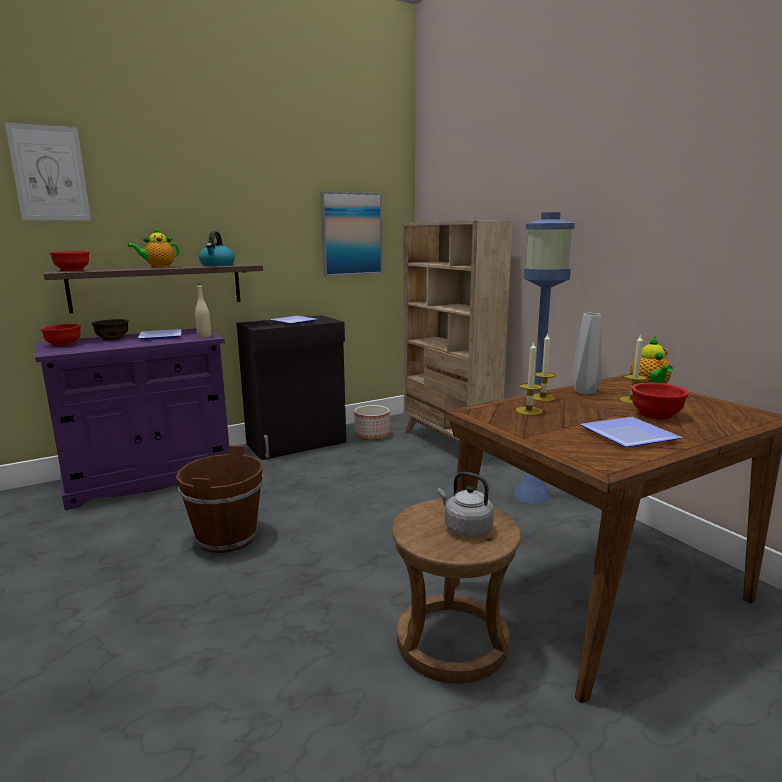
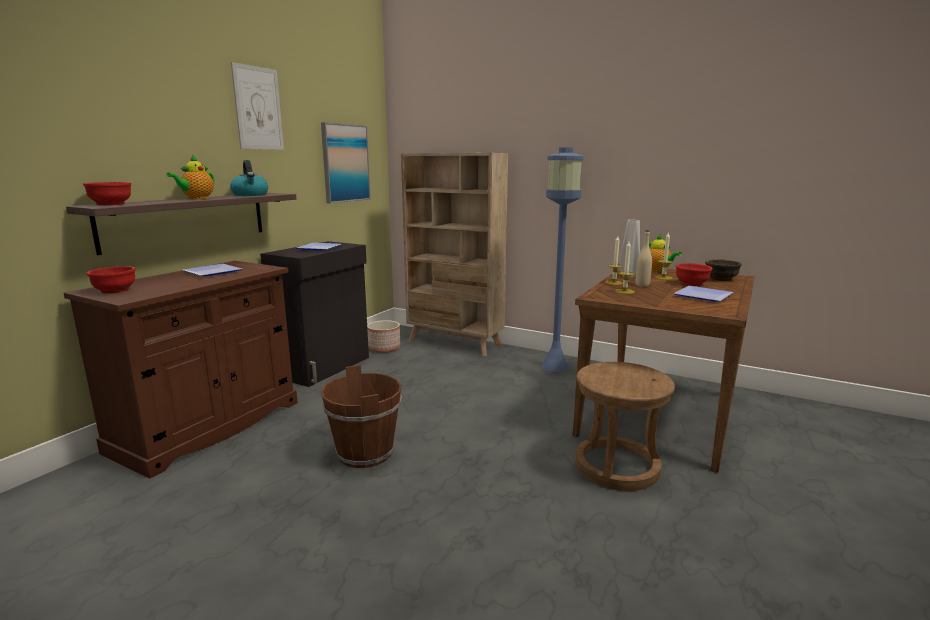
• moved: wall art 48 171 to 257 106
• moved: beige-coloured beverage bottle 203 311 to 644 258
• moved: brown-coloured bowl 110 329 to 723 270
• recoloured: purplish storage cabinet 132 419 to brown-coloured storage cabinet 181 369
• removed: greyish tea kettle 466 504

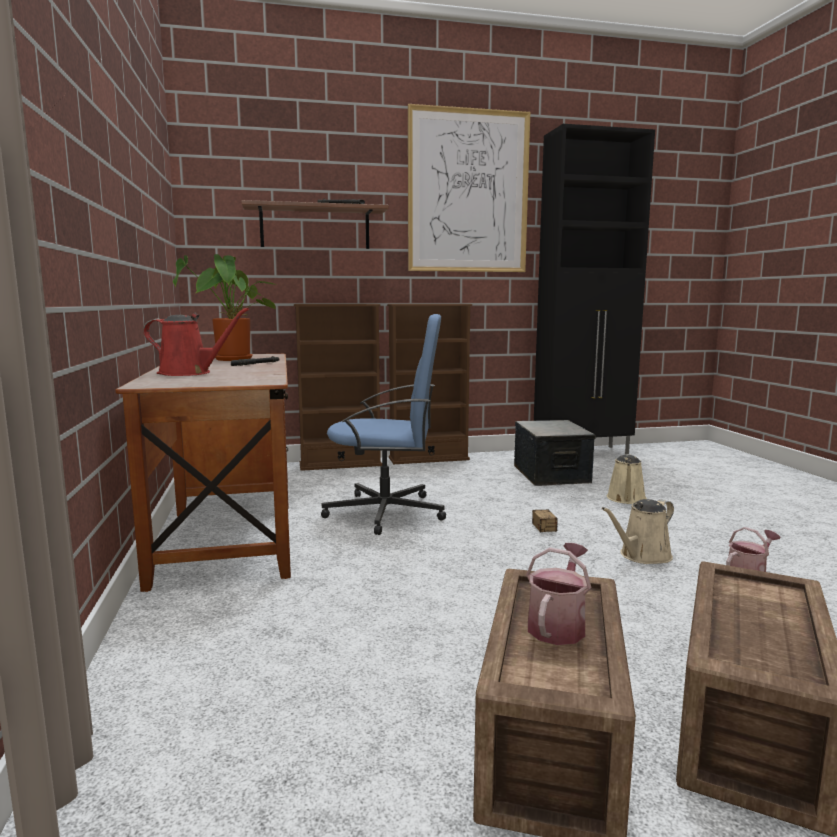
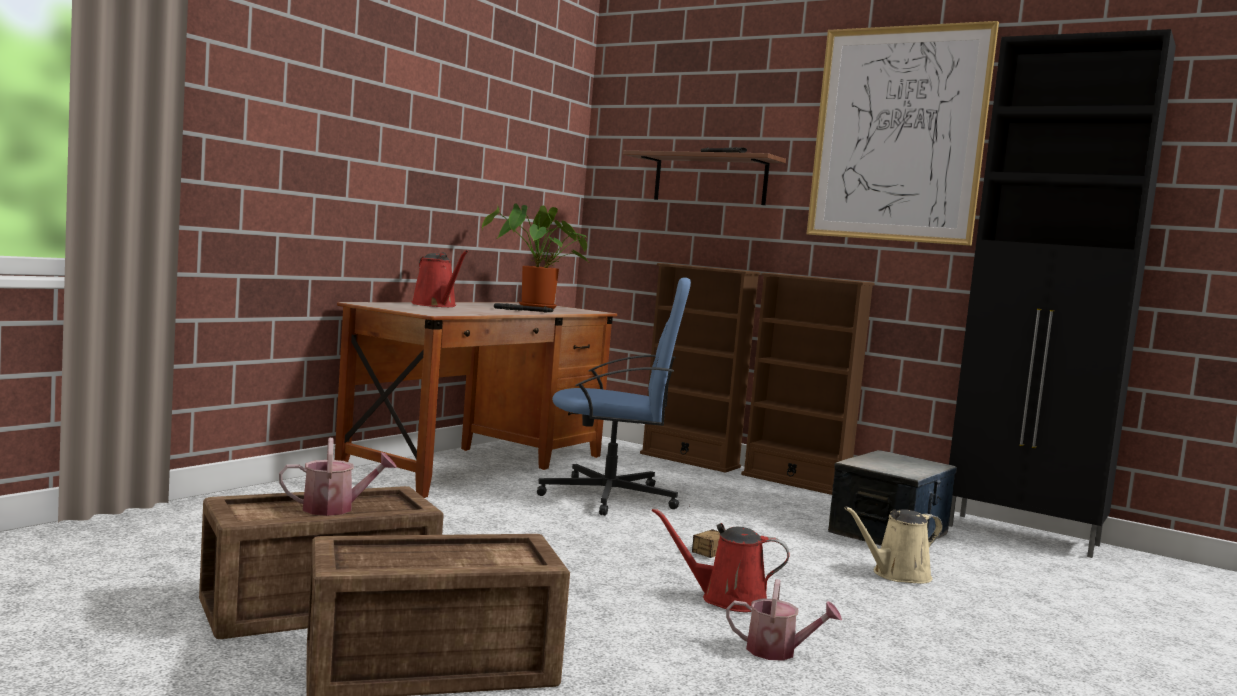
• turned: bluish office chair 383 424 = 614 396 45 degrees counterclockwise
• recoloured: beige-coloured sprinkling can 637 531 to reddish sprinkling can 721 560

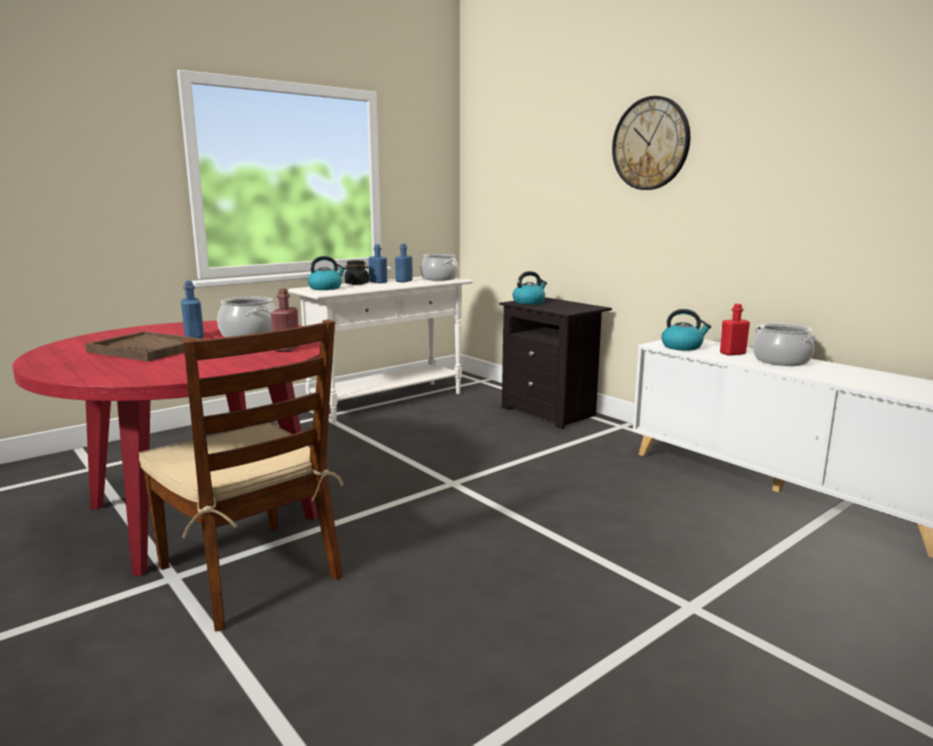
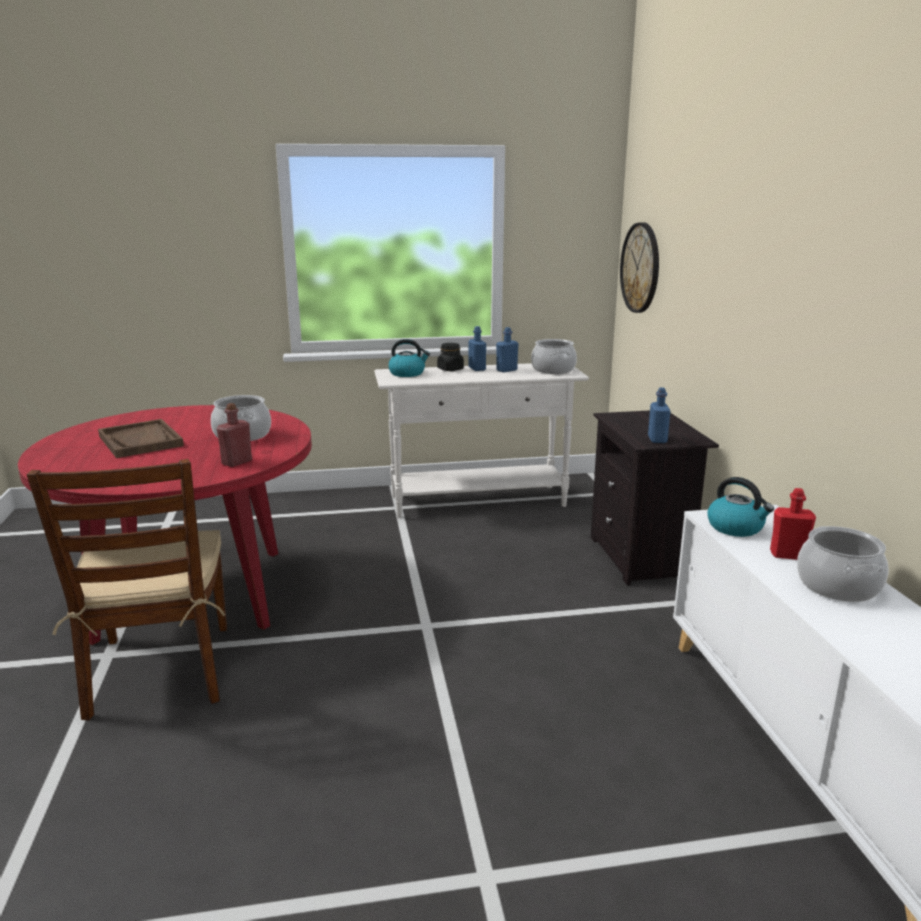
• moved: hanging clock 651 143 to 639 267
• removed: tea kettle 530 288
• moved: bluish beverage bottle 192 309 to 659 415

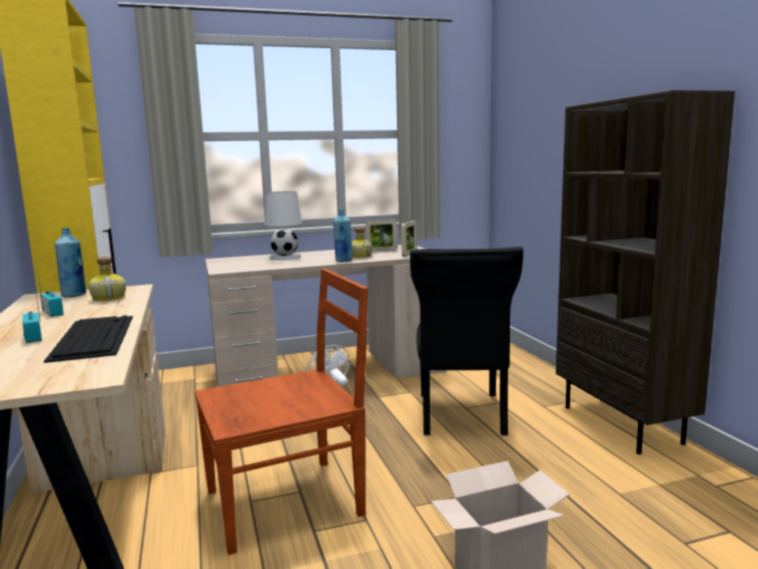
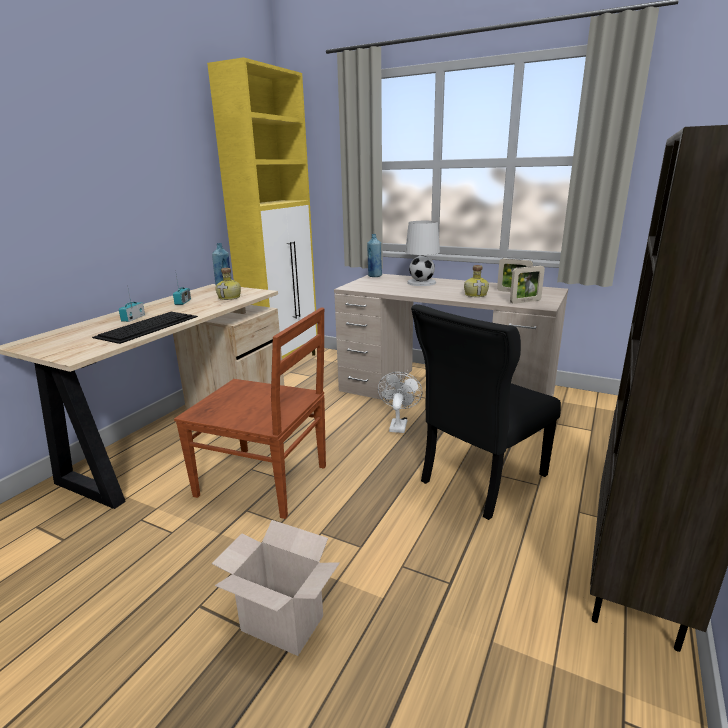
• moved: bluish beverage bottle 342 236 to 374 255

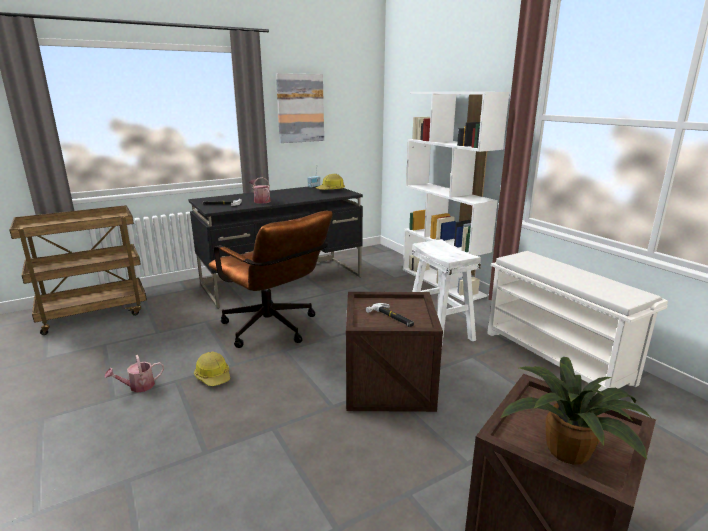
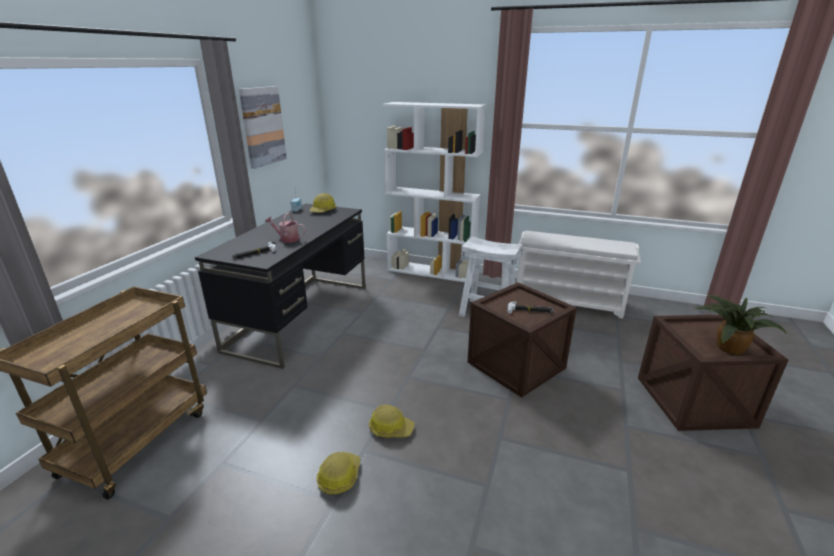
• removed: brown-coloured office chair 271 279
• replaced: sprinkling can 134 374 to hard hat 339 473

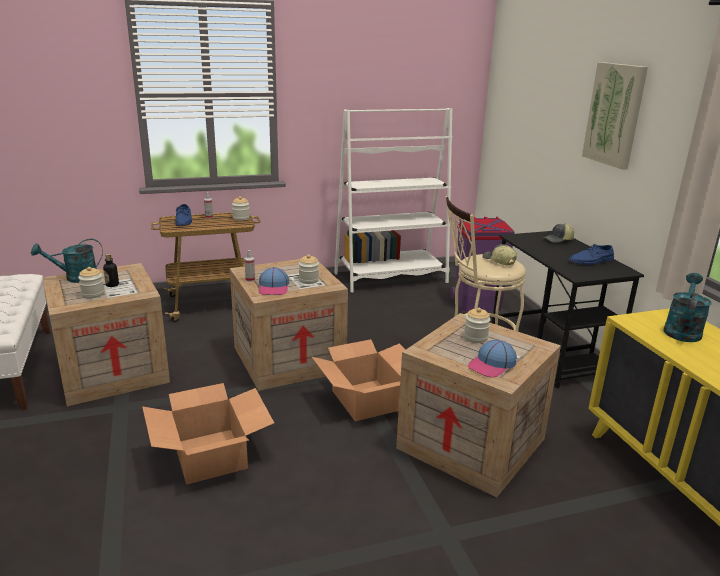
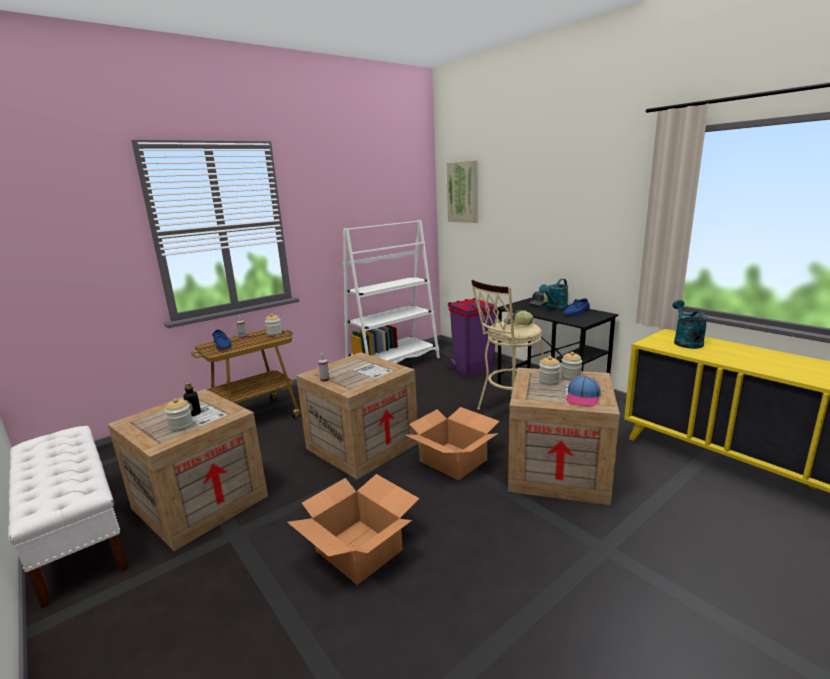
• moved: wall art 615 116 to 462 191
• moved: blue-green sprinkling can 67 261 to 553 294
• moved: jar 308 269 to 571 366
• removed: baseball cap 274 281

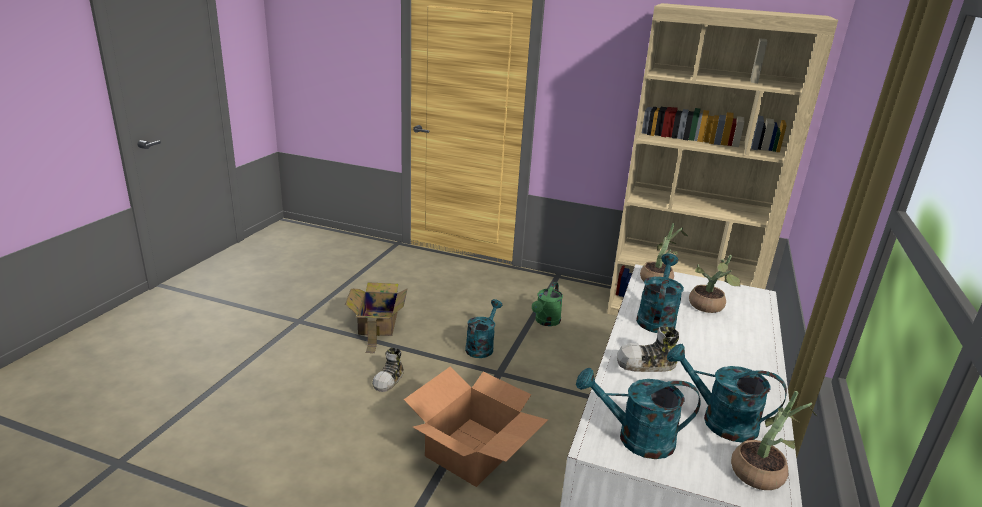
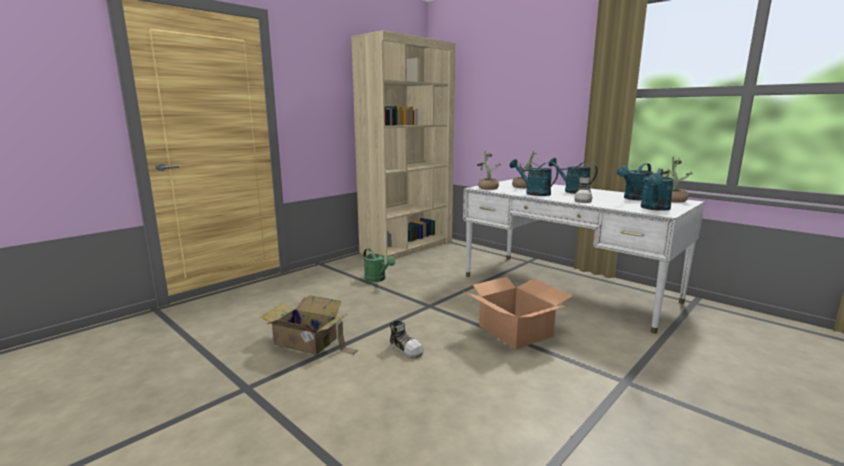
• moved: blue-green sprinkling can 483 328 to 573 176

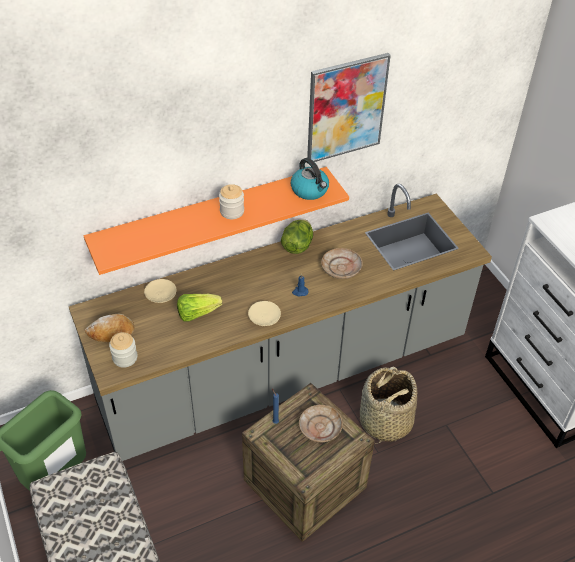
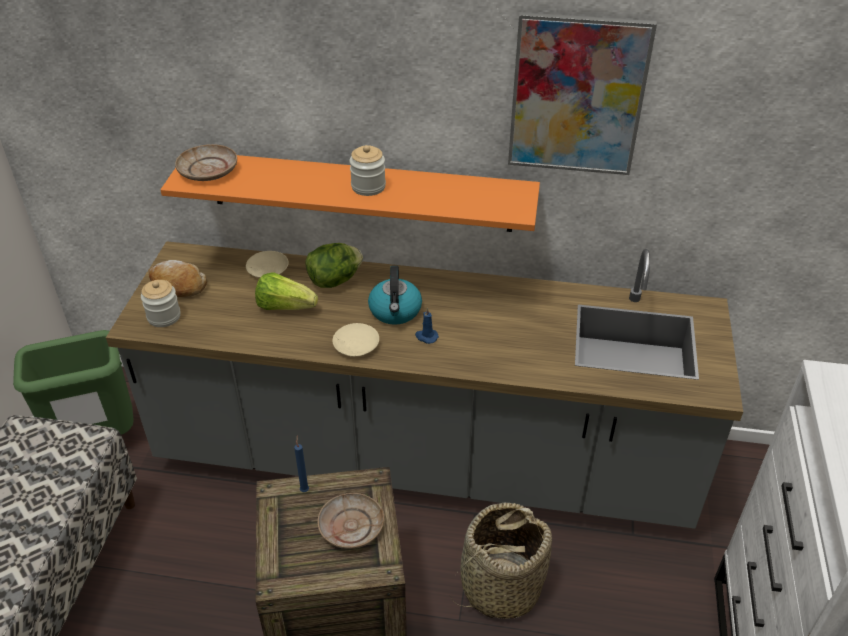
• moved: tea kettle 310 179 to 395 295
• moved: head of lettuce 297 236 to 334 265
• moved: beige-coloured dinner plate 342 263 to 206 162

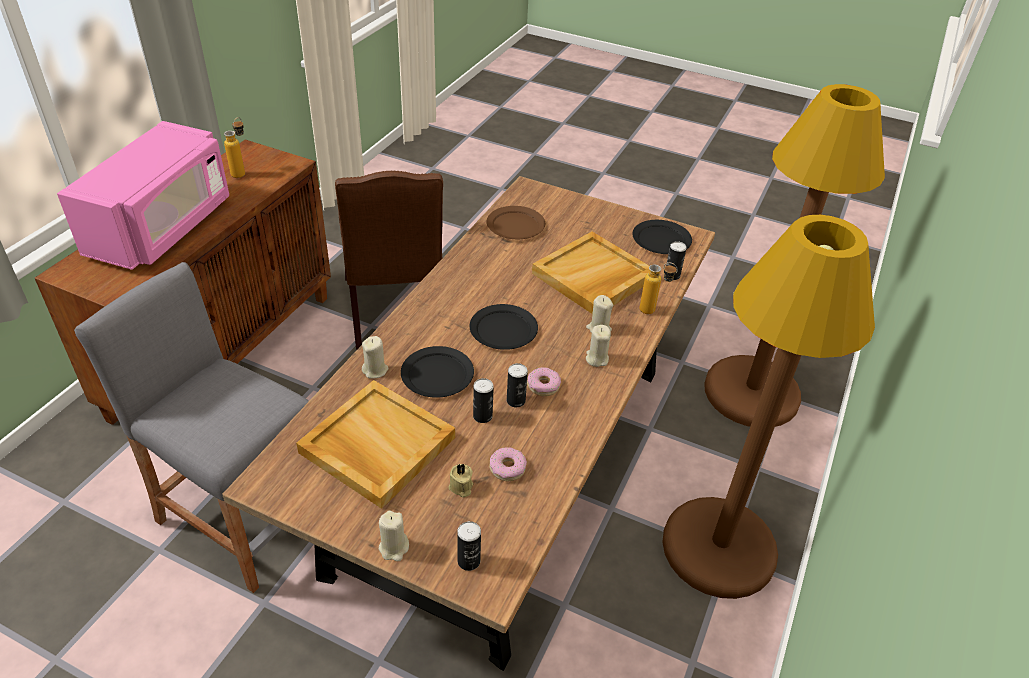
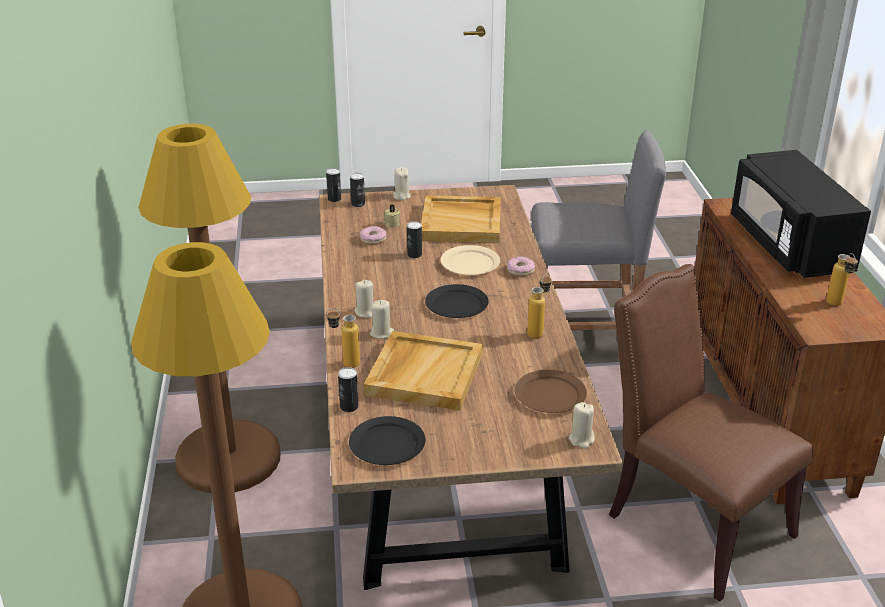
• recoloured: pink-coloured microwave oven 143 195 to black-coloured microwave oven 801 214
• moved: beige-coloured wax light 375 357 to 582 425
• recoloured: black-coloured dinner plate 437 372 to beige-coloured dinner plate 470 260
• moved: sealed can 517 385 to 333 185
• moved: doughnut 544 381 to 521 266
• added: beverage bottle 539 306

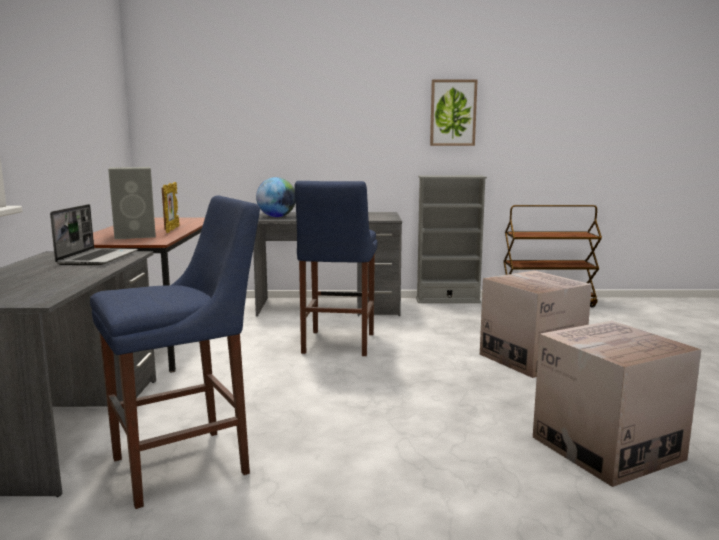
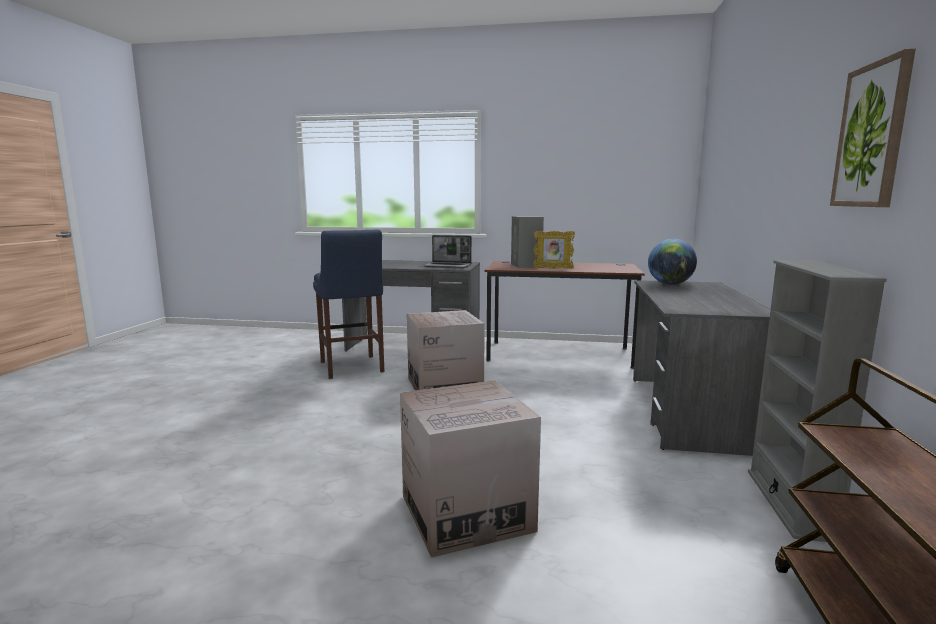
• removed: bluish sitting stool 336 268
• moved: carton 617 403 to 446 350

